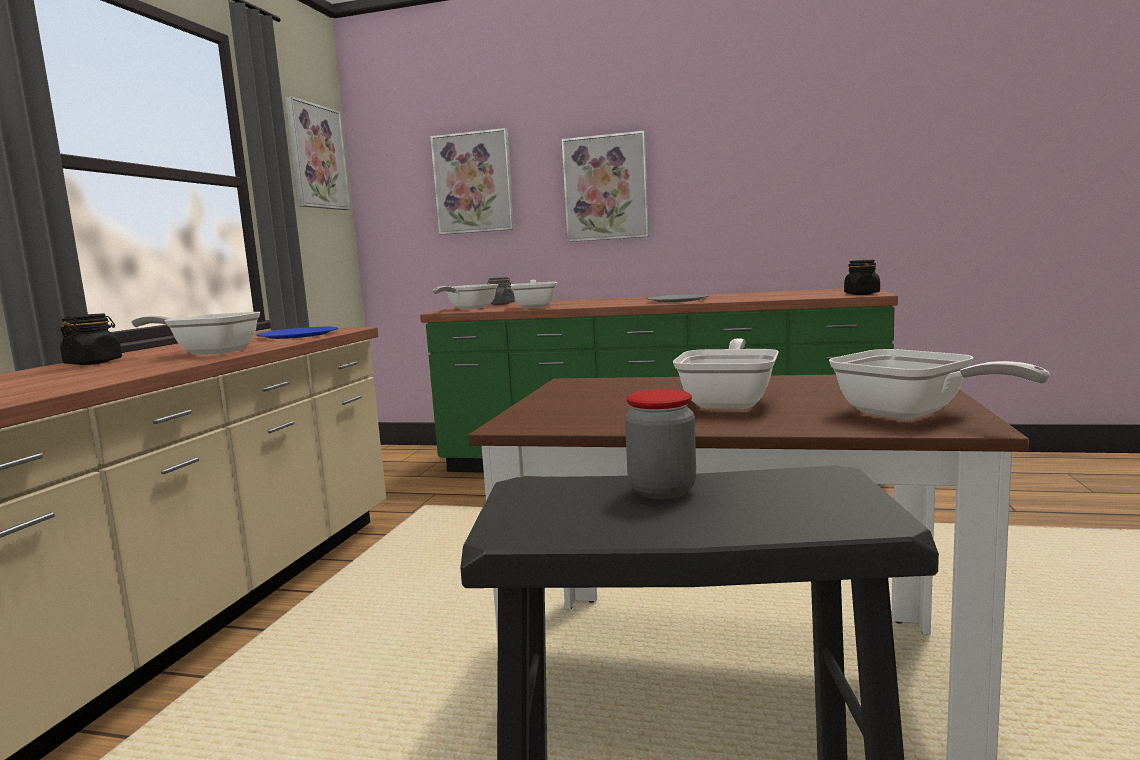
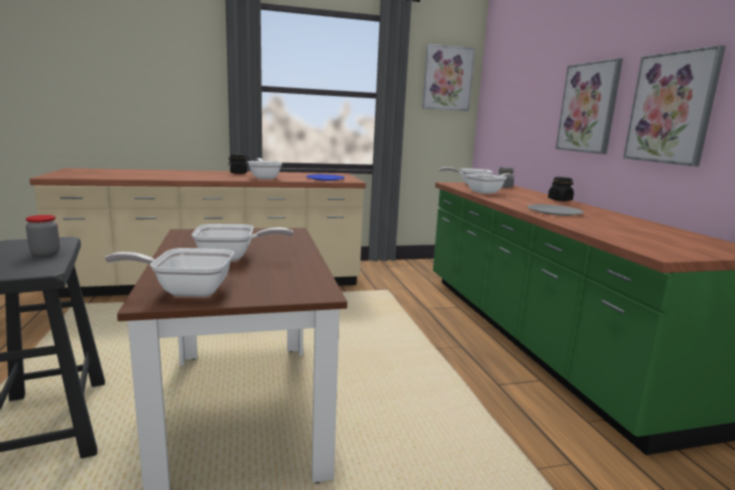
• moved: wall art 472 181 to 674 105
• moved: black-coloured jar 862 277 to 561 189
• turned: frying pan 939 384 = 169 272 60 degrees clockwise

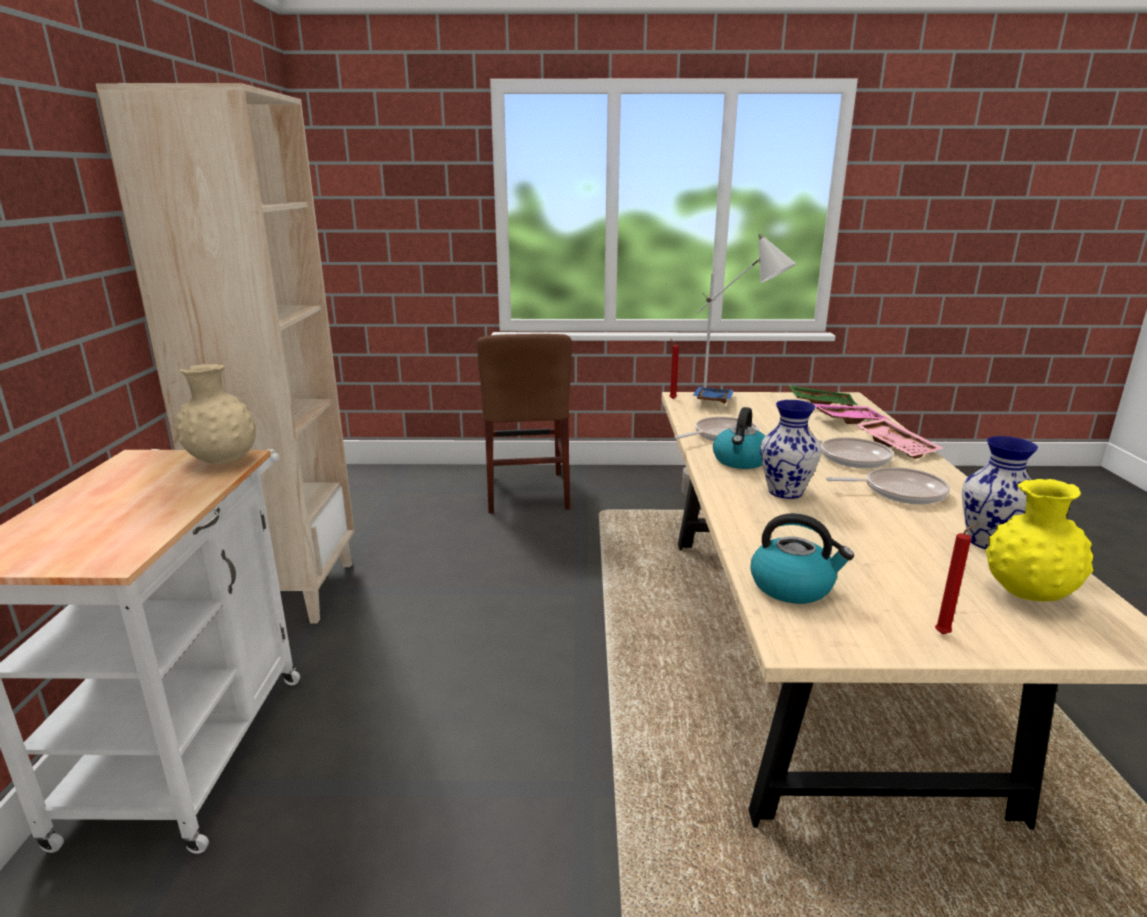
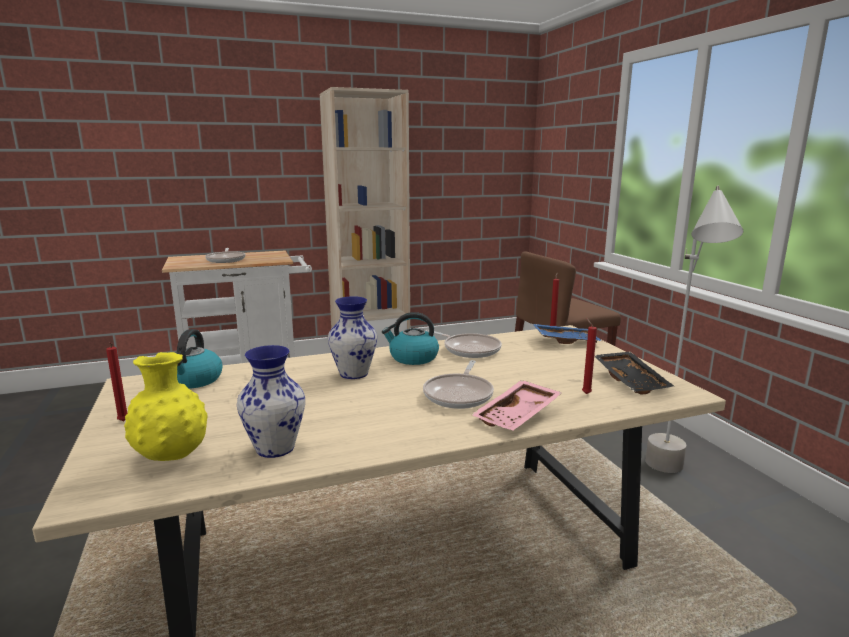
• removed: beige-coloured decorative vase 215 414
• recoloured: green serving tray 823 395 to black-coloured serving tray 634 373
• replaced: pink-coloured serving tray 850 413 to reddish wax light 589 356
• moved: frying pan 888 486 to 225 255

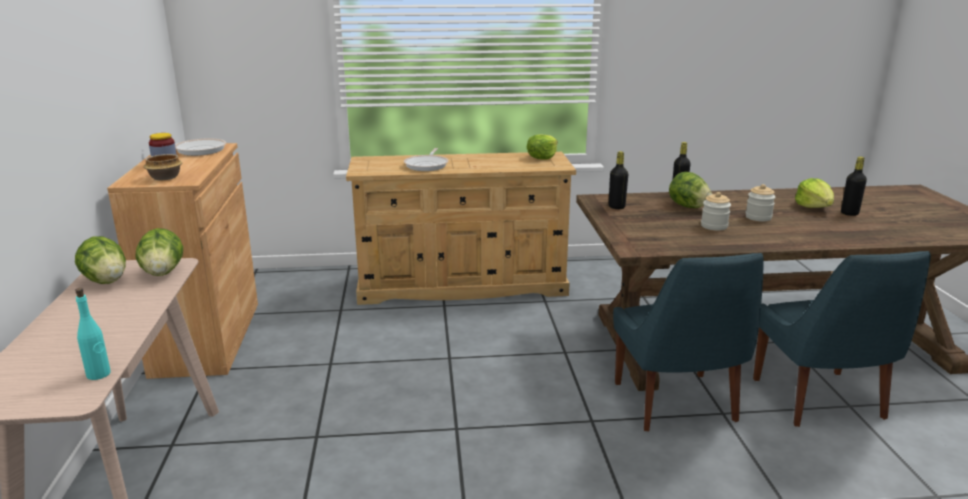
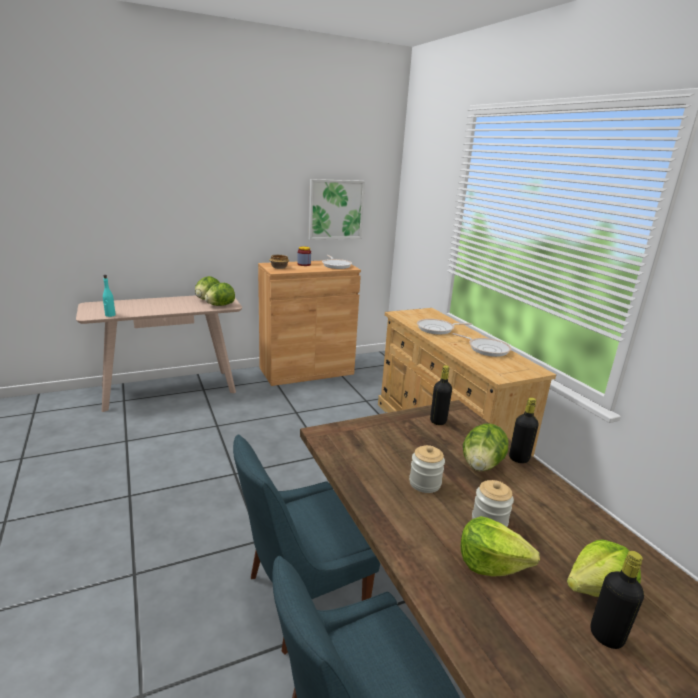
• moved: head of lettuce 542 147 to 500 546
• added: wall art 337 209
• added: frying pan 482 345

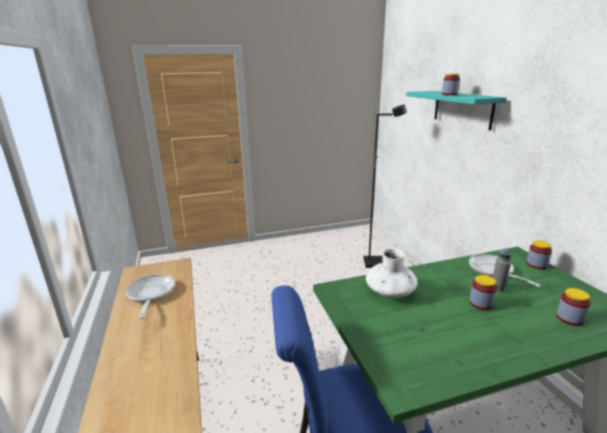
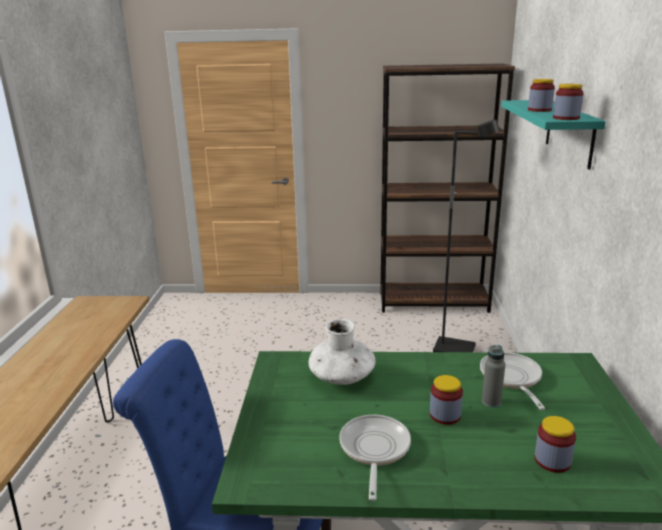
• moved: jar 539 254 to 568 102
• moved: frying pan 150 296 to 375 458
• added: brown-coloured bookshelf 447 188

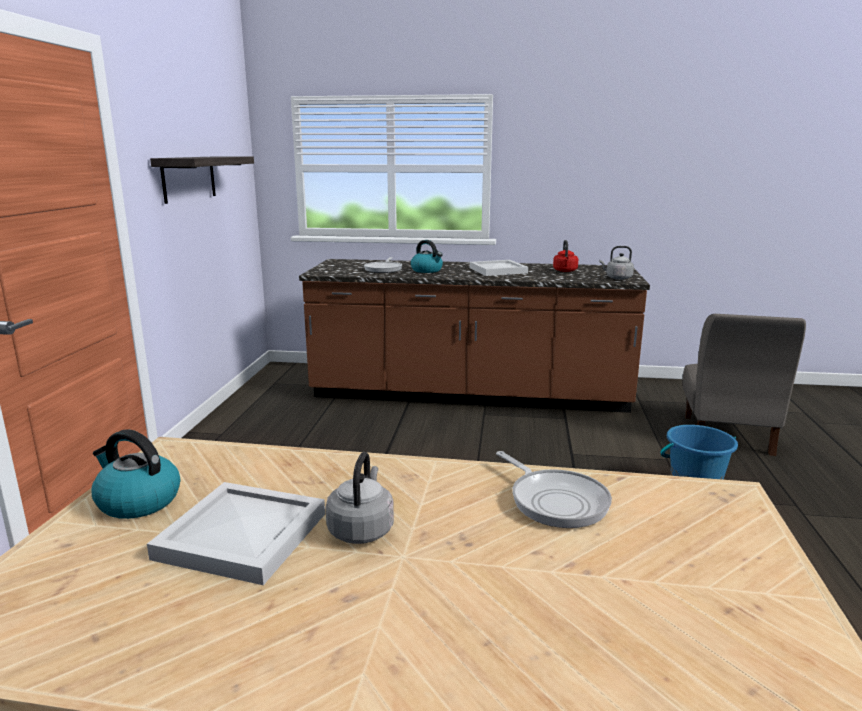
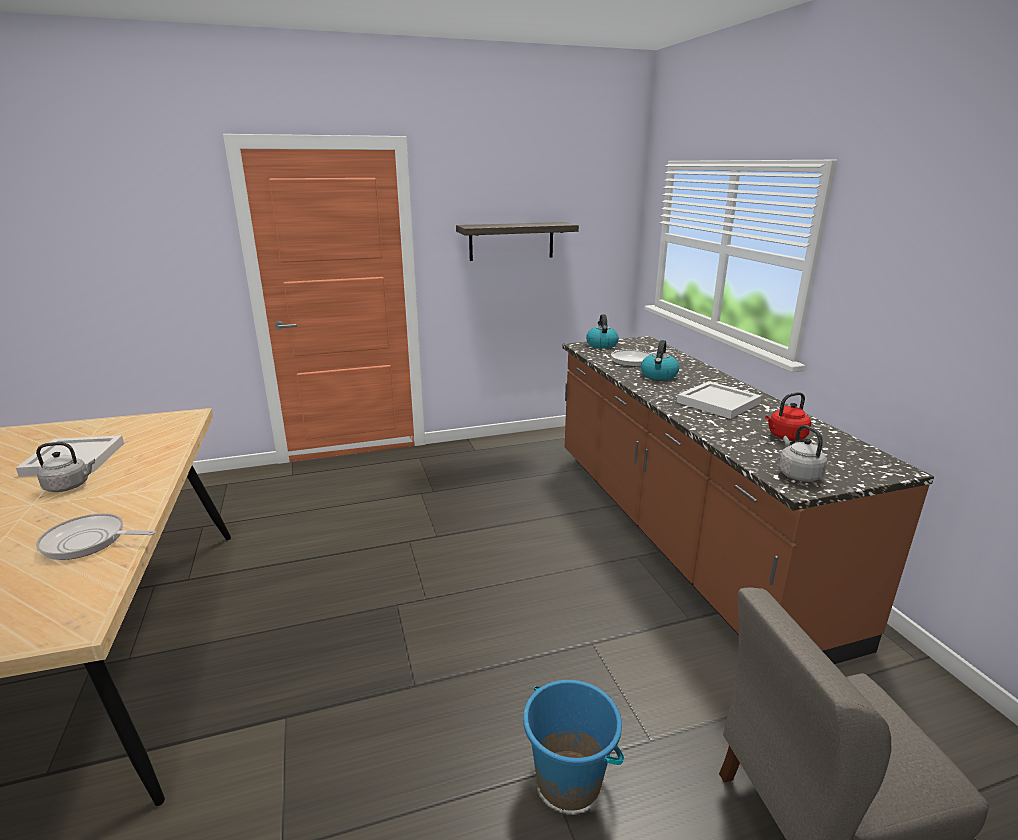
• moved: tea kettle 136 474 to 602 331
• turned: frying pan 554 489 = 95 536 60 degrees clockwise

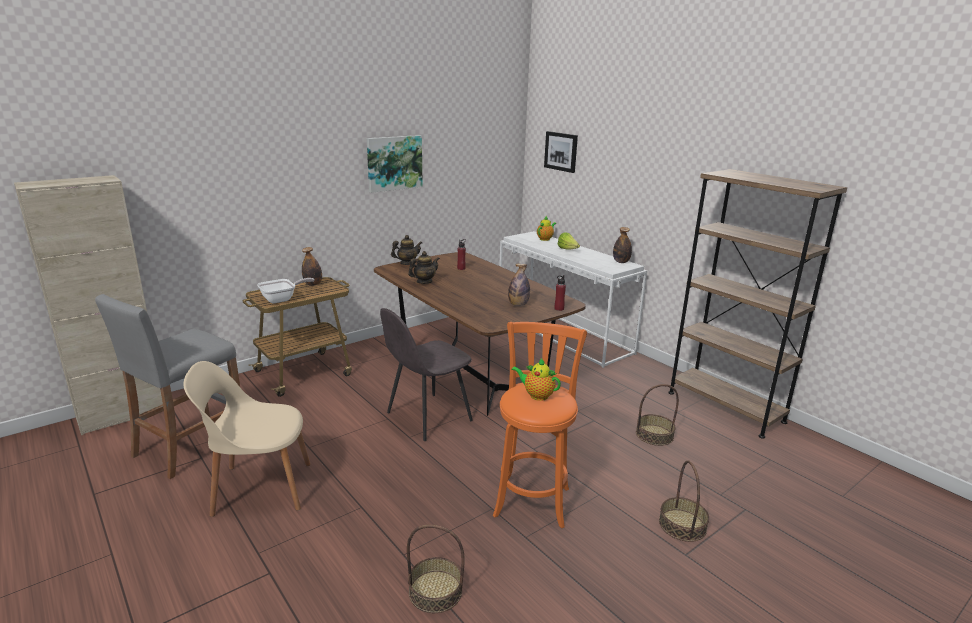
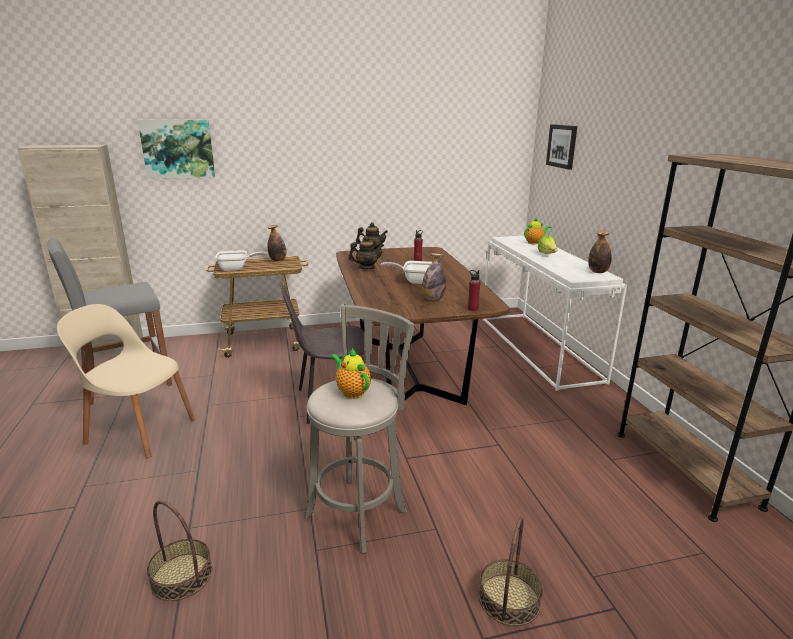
• moved: wall art 395 164 to 176 149
• recoloured: orange-coloured sitting stool 540 425 to greyish sitting stool 359 429
• removed: household basket 657 415
• added: frying pan 406 272

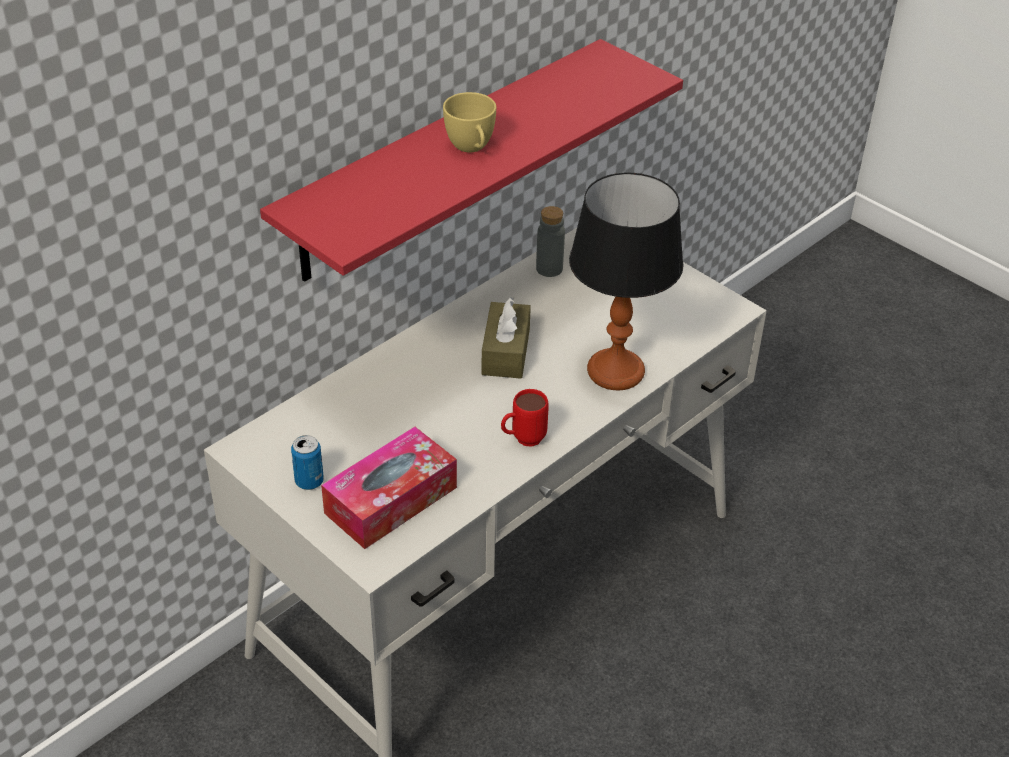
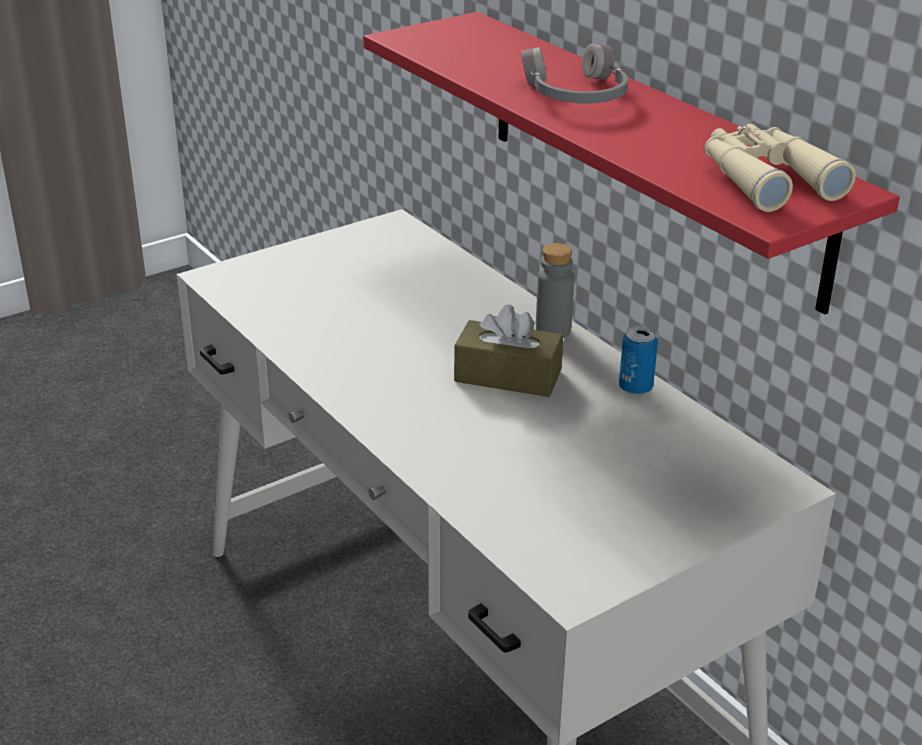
• replaced: yellow cup 469 122 to greyish pair of headphones 574 74
• removed: table lamp 626 281
• moved: greyish beverage bottle 550 241 to 555 290
• removed: reddish tea mug 525 418
• removed: tissue holder 389 488
• moved: sealed can 307 462 to 638 360
• added: beige-coloured field glasses 780 168

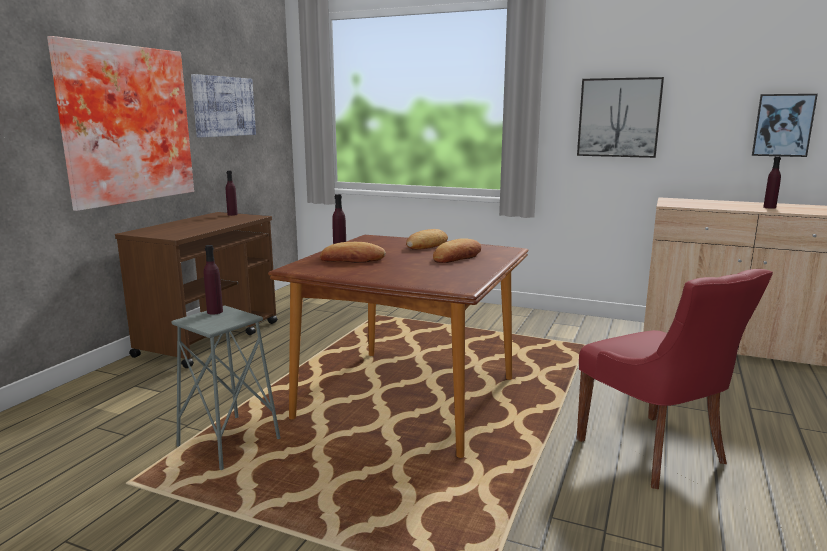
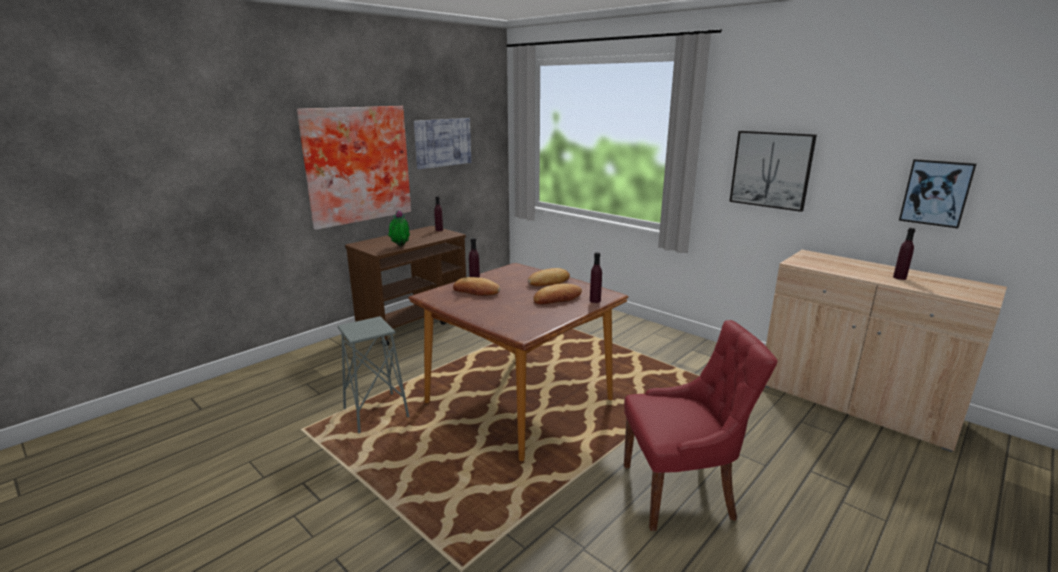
• moved: purplish beverage bottle 213 280 to 596 277
• turned: reddish upright chair 675 379 = 700 425 90 degrees counterclockwise
• added: plant in a pot 399 228

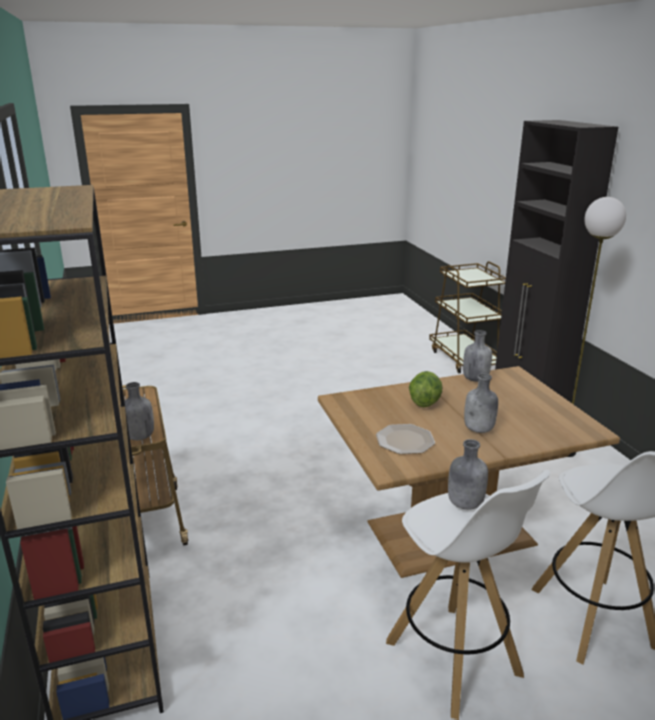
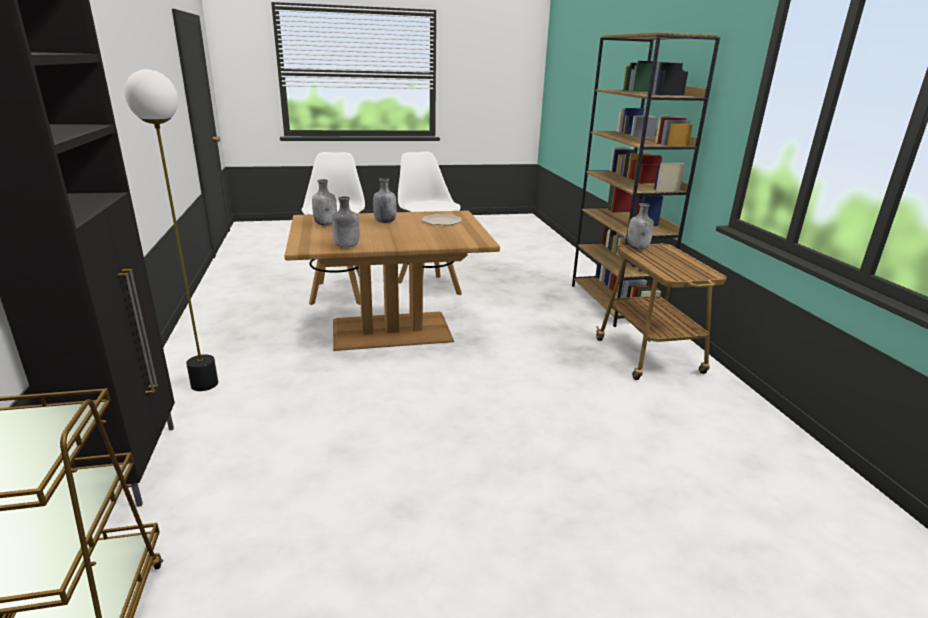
• removed: head of lettuce 426 389
• moved: greyish beverage bottle 468 474 to 324 202

